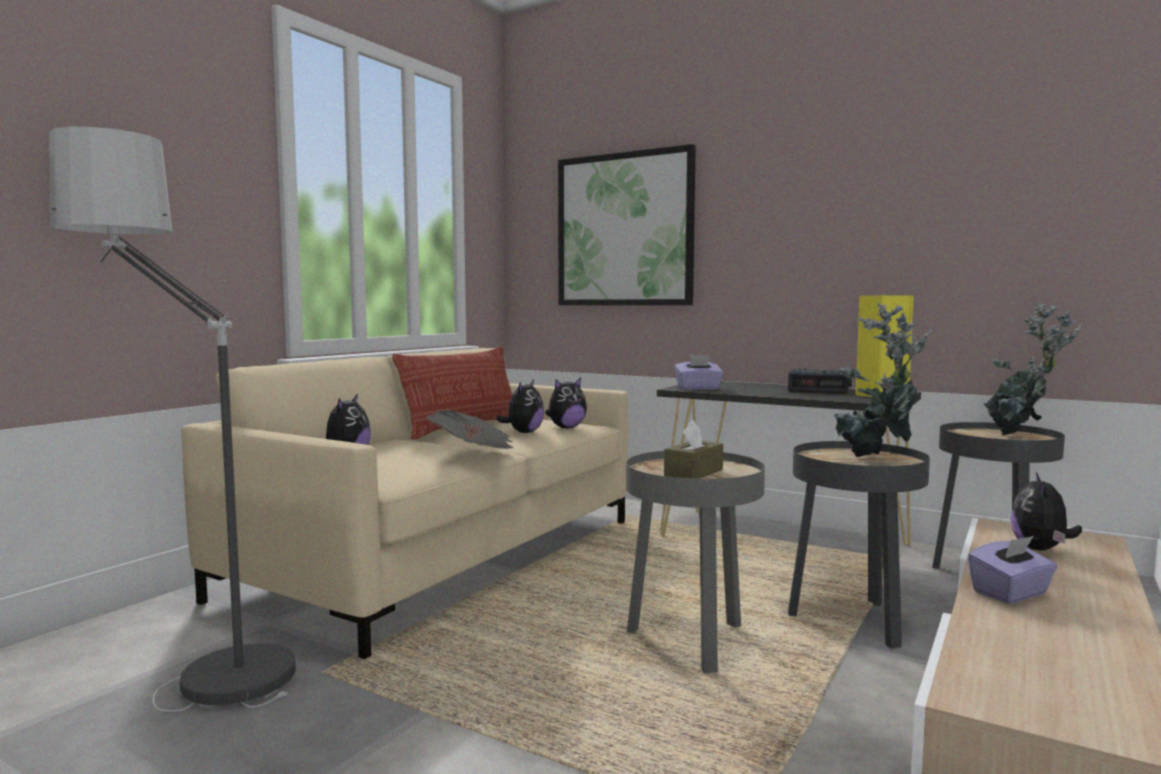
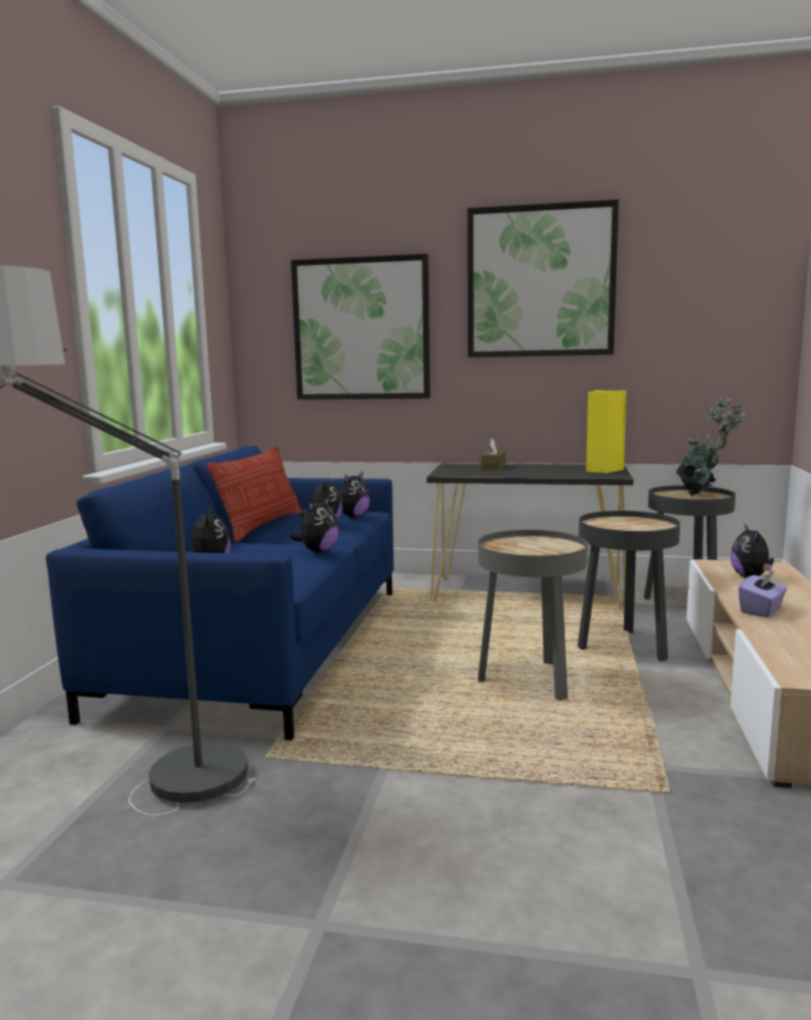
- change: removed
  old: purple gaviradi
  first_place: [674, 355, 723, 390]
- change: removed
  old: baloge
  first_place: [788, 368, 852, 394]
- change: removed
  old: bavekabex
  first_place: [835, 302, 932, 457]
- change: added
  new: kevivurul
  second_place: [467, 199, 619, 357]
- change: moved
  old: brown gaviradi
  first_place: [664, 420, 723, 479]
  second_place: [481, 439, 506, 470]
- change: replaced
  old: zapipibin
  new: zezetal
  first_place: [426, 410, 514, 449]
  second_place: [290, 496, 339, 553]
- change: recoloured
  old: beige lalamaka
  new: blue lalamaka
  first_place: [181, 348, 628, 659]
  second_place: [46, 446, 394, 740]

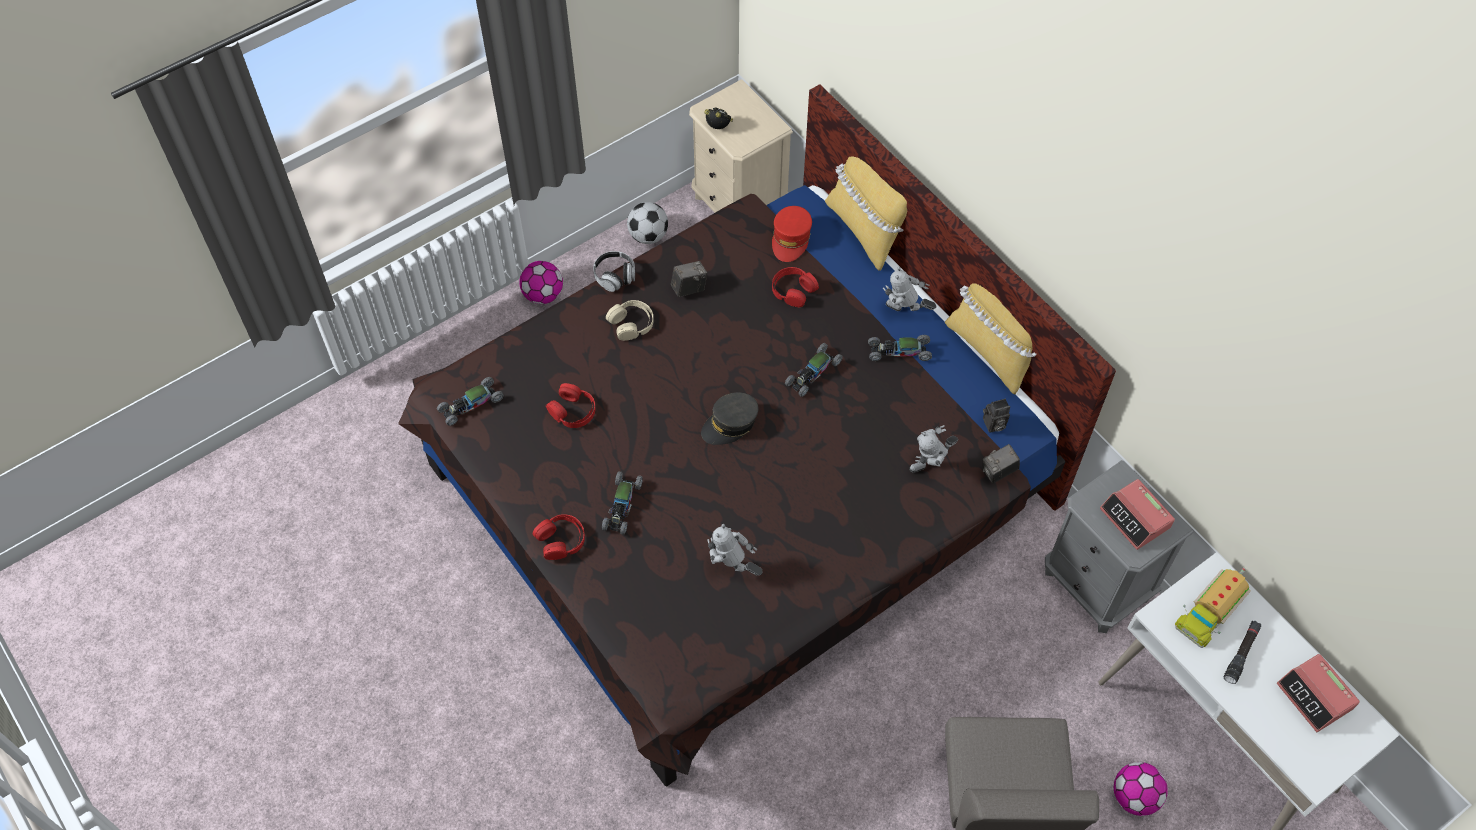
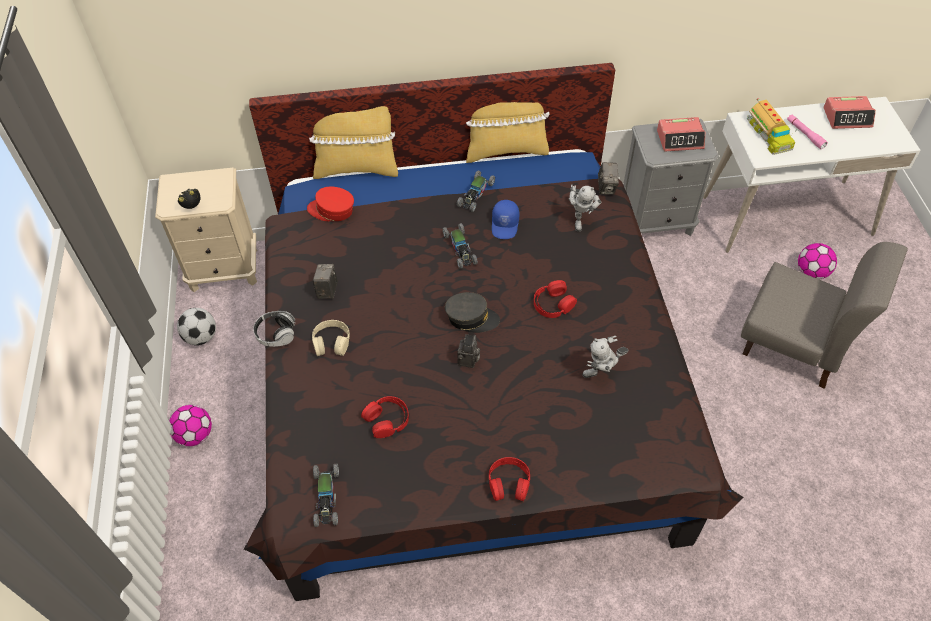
- change: removed
  old: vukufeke
  first_place: [602, 471, 643, 535]
- change: removed
  old: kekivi
  first_place: [883, 267, 936, 311]
- change: added
  new: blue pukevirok
  second_place: [492, 200, 519, 239]
- change: moved
  old: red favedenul
  first_place: [772, 267, 819, 307]
  second_place: [534, 280, 577, 318]
- change: moved
  old: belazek
  first_place: [983, 399, 1010, 432]
  second_place: [457, 334, 480, 368]
- change: recoloured
  old: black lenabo
  new: pink lenabo
  first_place: [1224, 621, 1261, 684]
  second_place: [787, 115, 828, 149]
- change: turned
  old: grey pukevirok
  first_place: [701, 392, 759, 445]
  second_place: [445, 292, 500, 333]
  degrees: -75
- change: turned
  old: red pukevirok
  first_place: [772, 206, 812, 262]
  second_place: [307, 187, 354, 221]
  degrees: 150

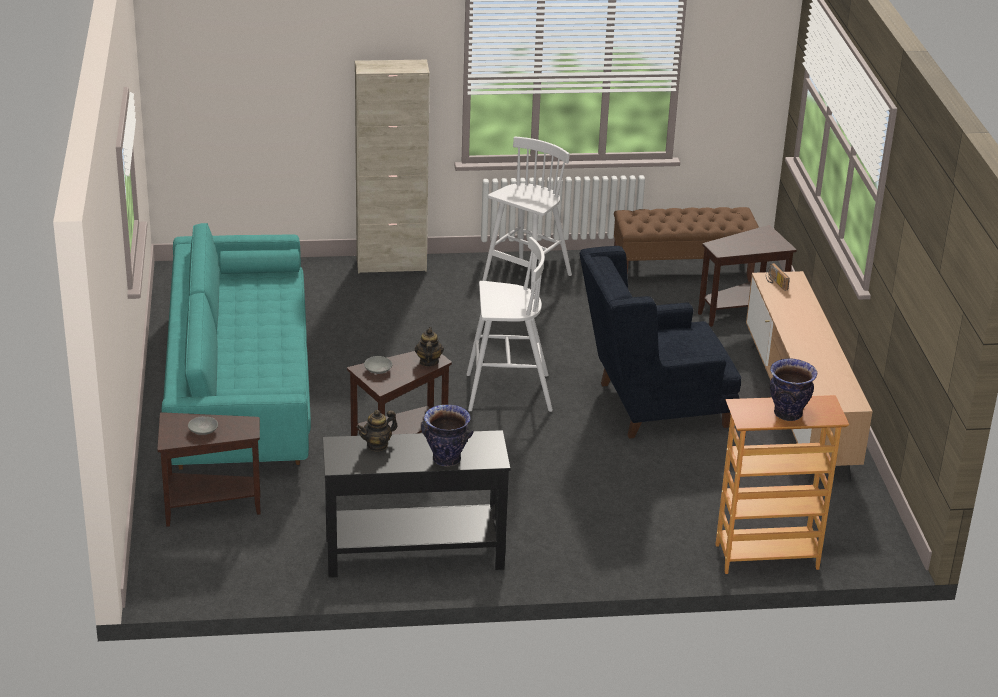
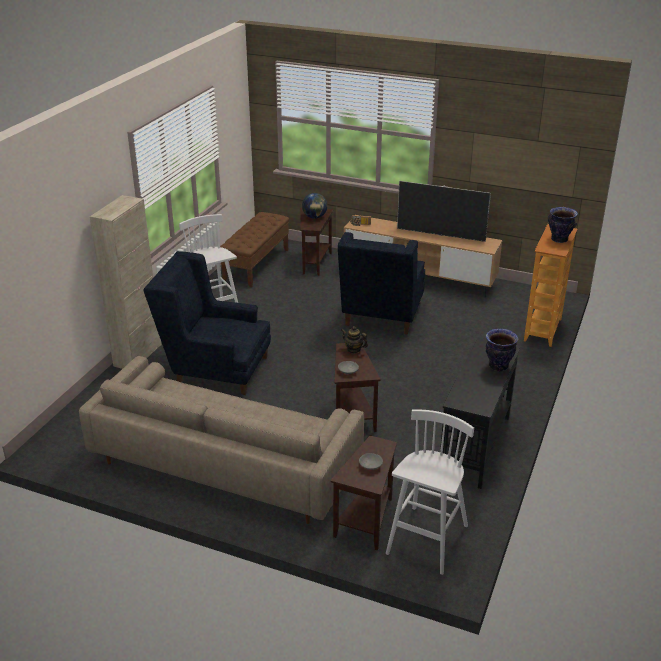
- change: removed
  old: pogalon
  first_place: [357, 410, 398, 452]
- change: added
  new: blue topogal
  second_place: [143, 251, 271, 395]
- change: added
  new: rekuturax
  second_place: [302, 193, 327, 219]
- change: added
  new: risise
  second_place: [397, 181, 491, 242]
- change: moved
  old: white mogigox
  first_place: [466, 237, 553, 412]
  second_place: [386, 409, 474, 575]
- change: recoloured
  old: turquoise lalamaka
  new: beige lalamaka
  first_place: [161, 223, 311, 470]
  second_place: [79, 356, 364, 524]

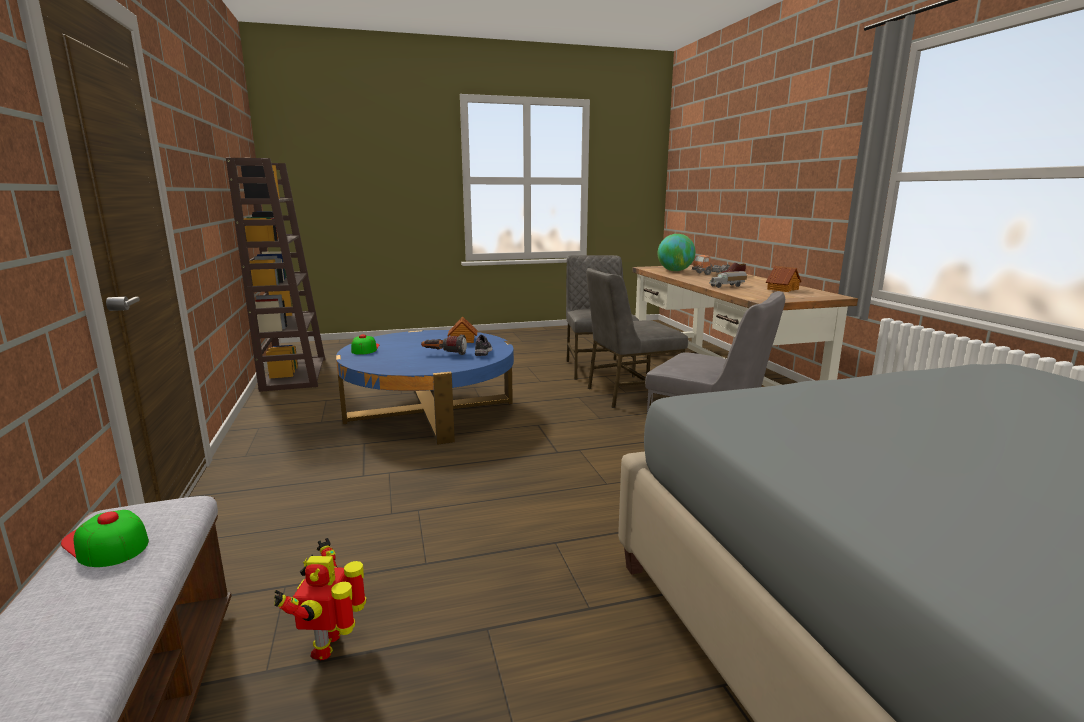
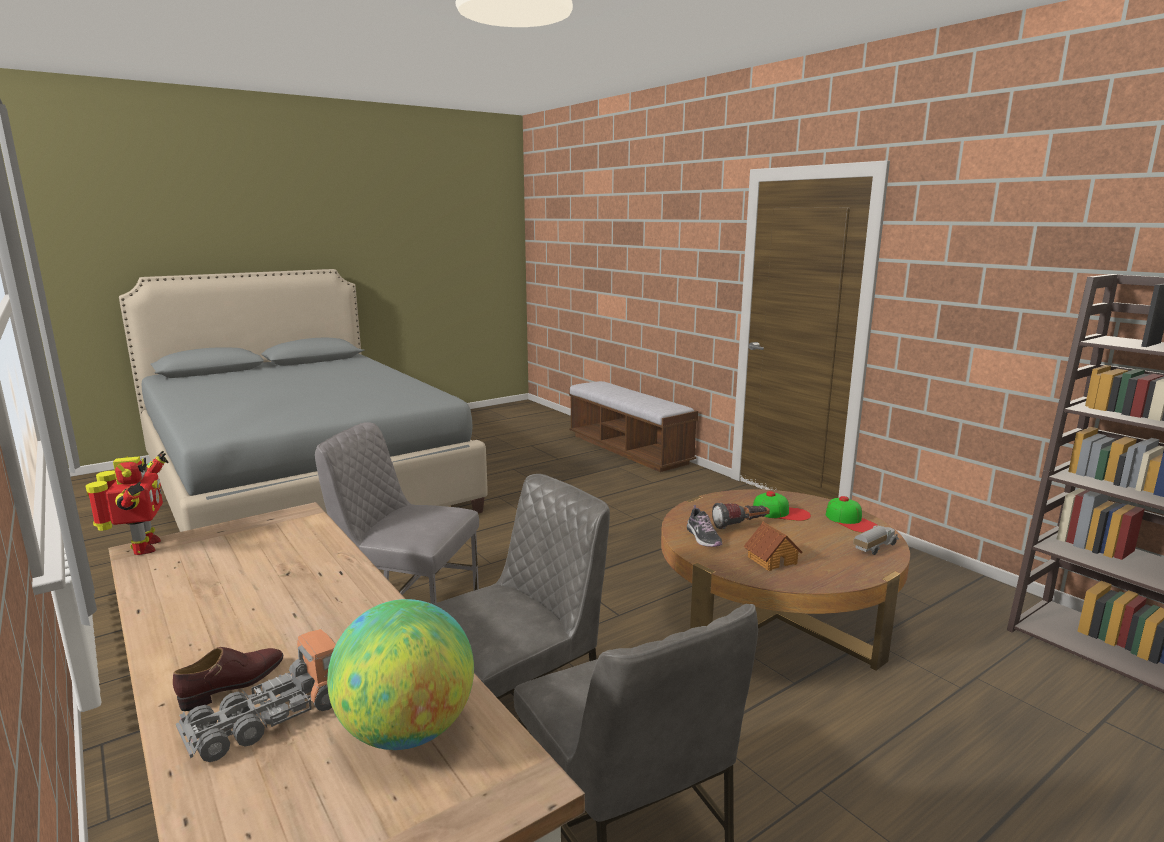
- change: removed
  old: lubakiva
  first_place: [766, 266, 802, 292]
- change: moved
  old: pukevirok
  first_place: [61, 510, 149, 567]
  second_place: [753, 491, 811, 521]
- change: moved
  old: kekivi
  first_place: [274, 538, 366, 660]
  second_place: [86, 451, 168, 555]
- change: moved
  old: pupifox
  first_place: [709, 271, 747, 288]
  second_place: [853, 525, 899, 555]
- change: recoloured
  old: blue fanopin
  new: brown fanopin
  first_place: [336, 330, 514, 445]
  second_place: [661, 489, 910, 671]

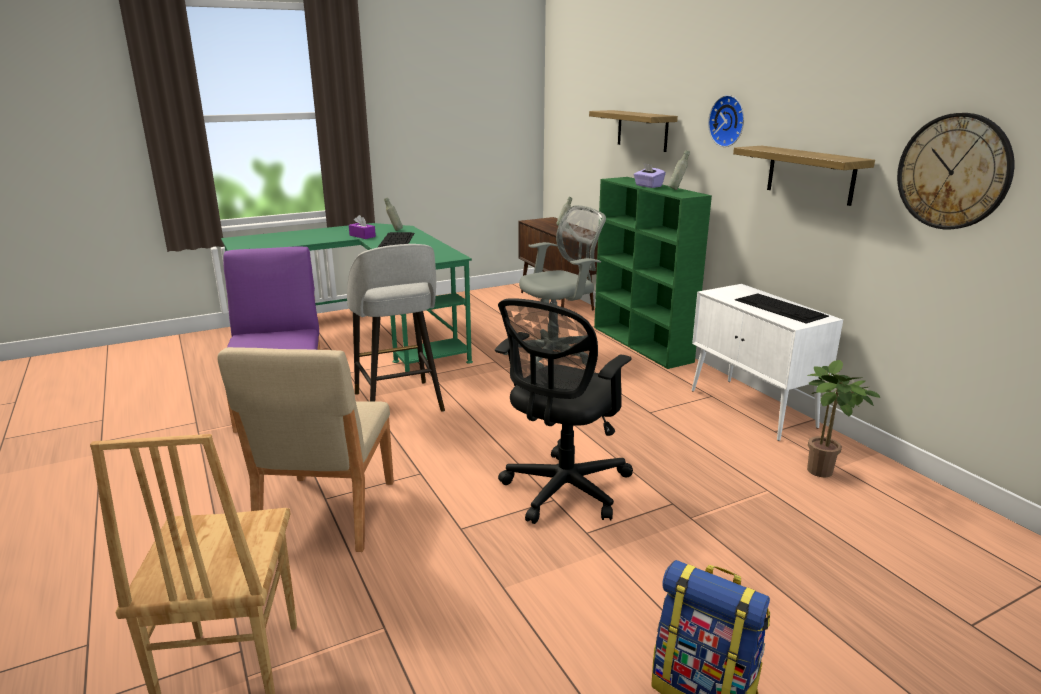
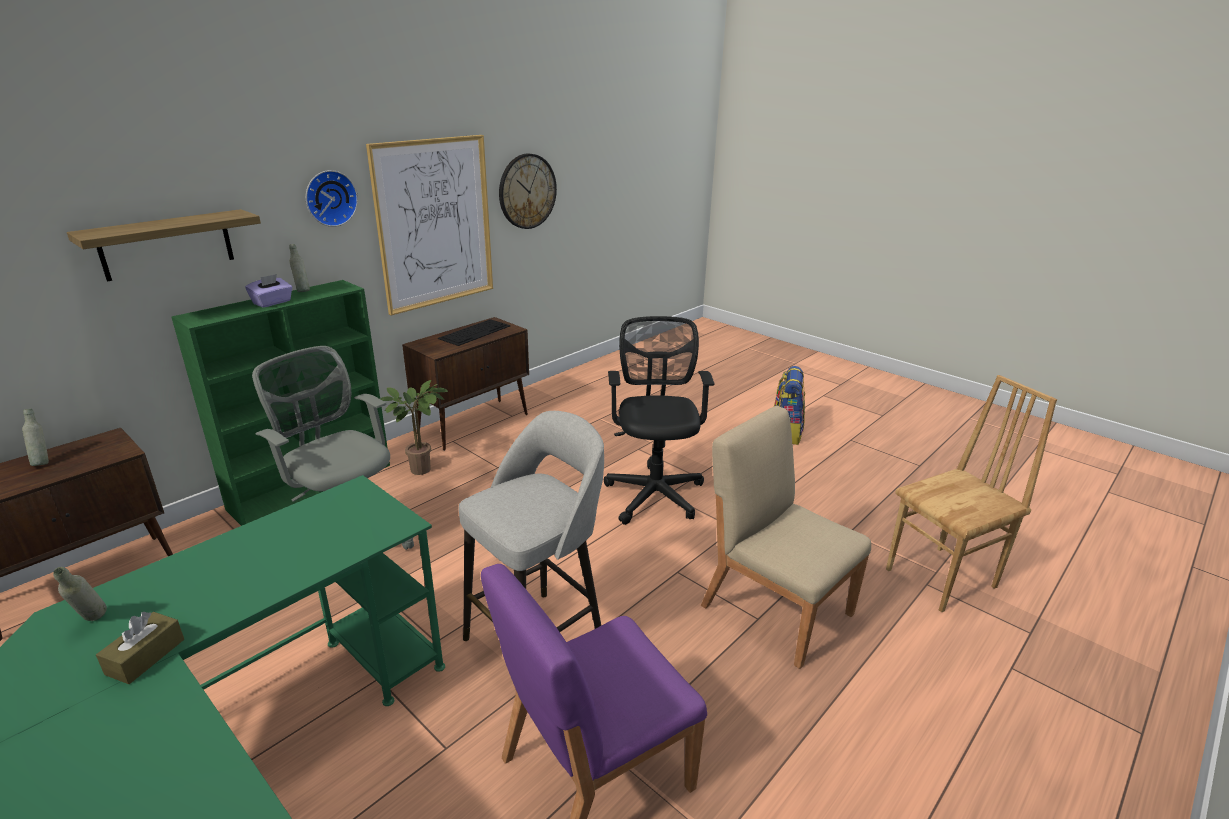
- change: removed
  old: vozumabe
  first_place: [377, 232, 415, 248]
- change: moved
  old: bavekabex
  first_place: [807, 360, 880, 478]
  second_place: [380, 380, 448, 475]
- change: replaced
  old: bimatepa
  new: kevivurul
  first_place: [733, 146, 875, 206]
  second_place: [366, 135, 493, 316]
- change: recoloured
  old: purple gaviradi
  new: brown gaviradi
  first_place: [349, 215, 376, 239]
  second_place: [96, 612, 184, 684]
- change: recoloured
  old: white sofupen
  new: brown sofupen
  first_place: [692, 284, 843, 441]
  second_place: [402, 317, 529, 451]
- change: turned
  old: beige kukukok
  first_place: [217, 347, 394, 552]
  second_place: [701, 406, 871, 669]
  degrees: -120
- change: turned
  old: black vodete
  first_place: [495, 298, 633, 524]
  second_place: [604, 316, 714, 525]
  degrees: -105

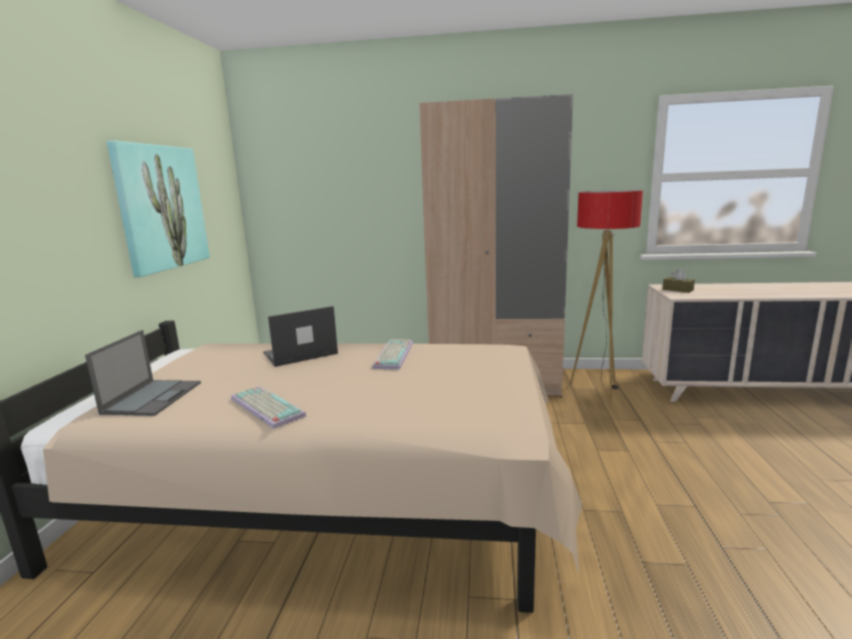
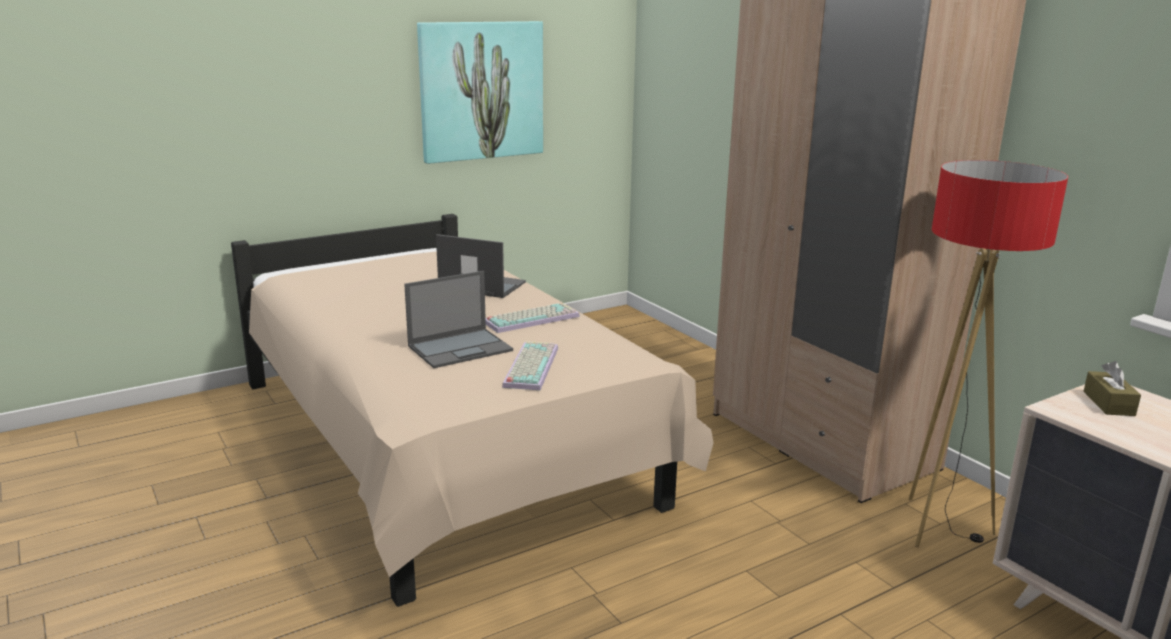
- change: moved
  old: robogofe
  first_place: [85, 330, 201, 416]
  second_place: [404, 271, 513, 368]
- change: moved
  old: vozumabe
  first_place: [231, 385, 306, 429]
  second_place: [502, 341, 558, 390]

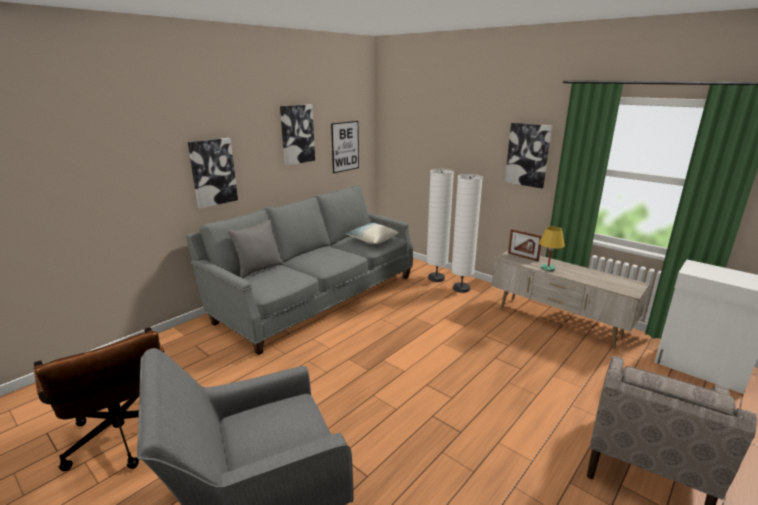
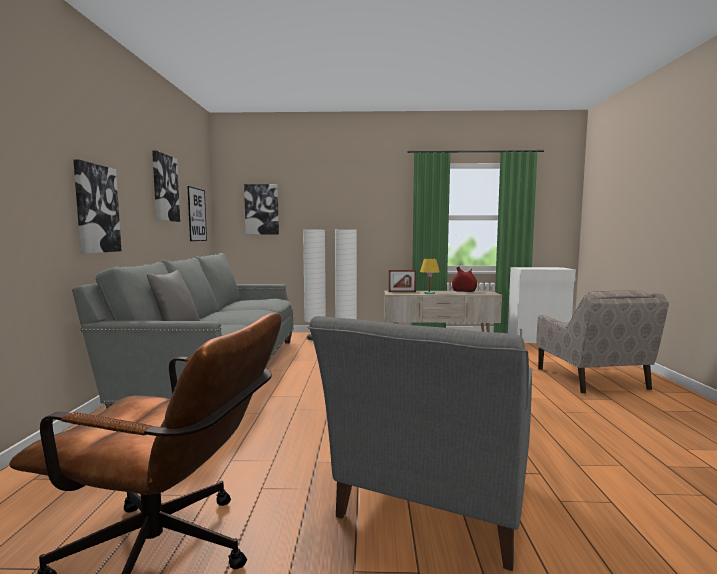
- change: removed
  old: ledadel
  first_place: [345, 223, 399, 244]
- change: added
  new: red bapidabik
  second_place: [452, 266, 477, 292]
- change: moved
  old: kevivurul
  first_place: [505, 123, 552, 188]
  second_place: [244, 184, 279, 234]

